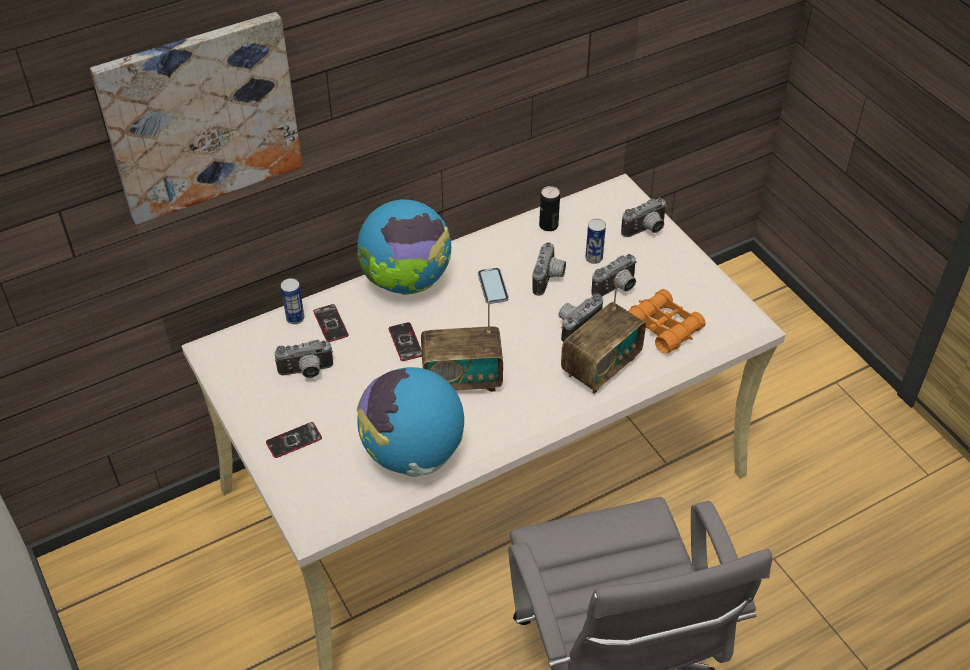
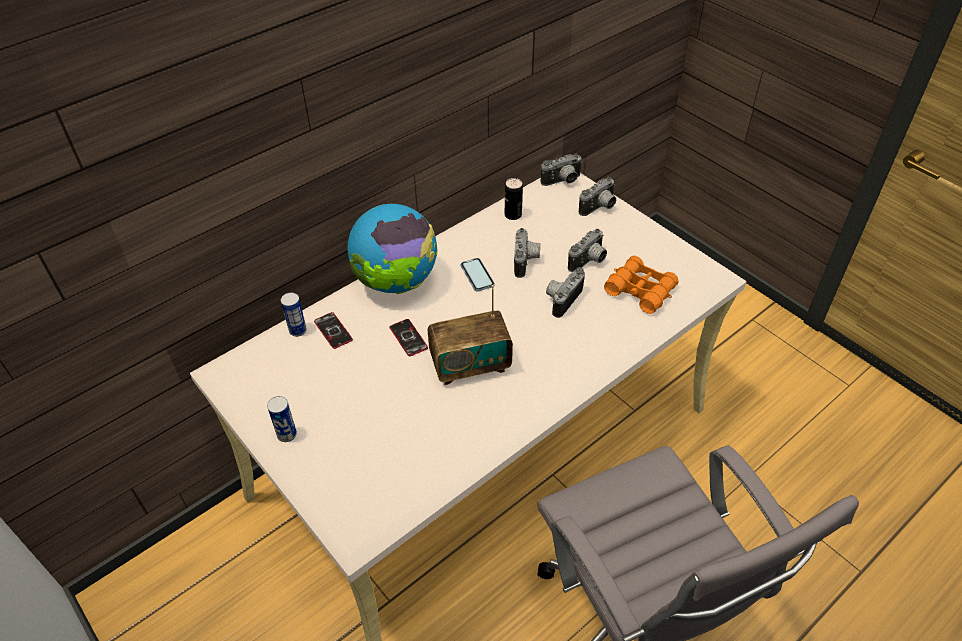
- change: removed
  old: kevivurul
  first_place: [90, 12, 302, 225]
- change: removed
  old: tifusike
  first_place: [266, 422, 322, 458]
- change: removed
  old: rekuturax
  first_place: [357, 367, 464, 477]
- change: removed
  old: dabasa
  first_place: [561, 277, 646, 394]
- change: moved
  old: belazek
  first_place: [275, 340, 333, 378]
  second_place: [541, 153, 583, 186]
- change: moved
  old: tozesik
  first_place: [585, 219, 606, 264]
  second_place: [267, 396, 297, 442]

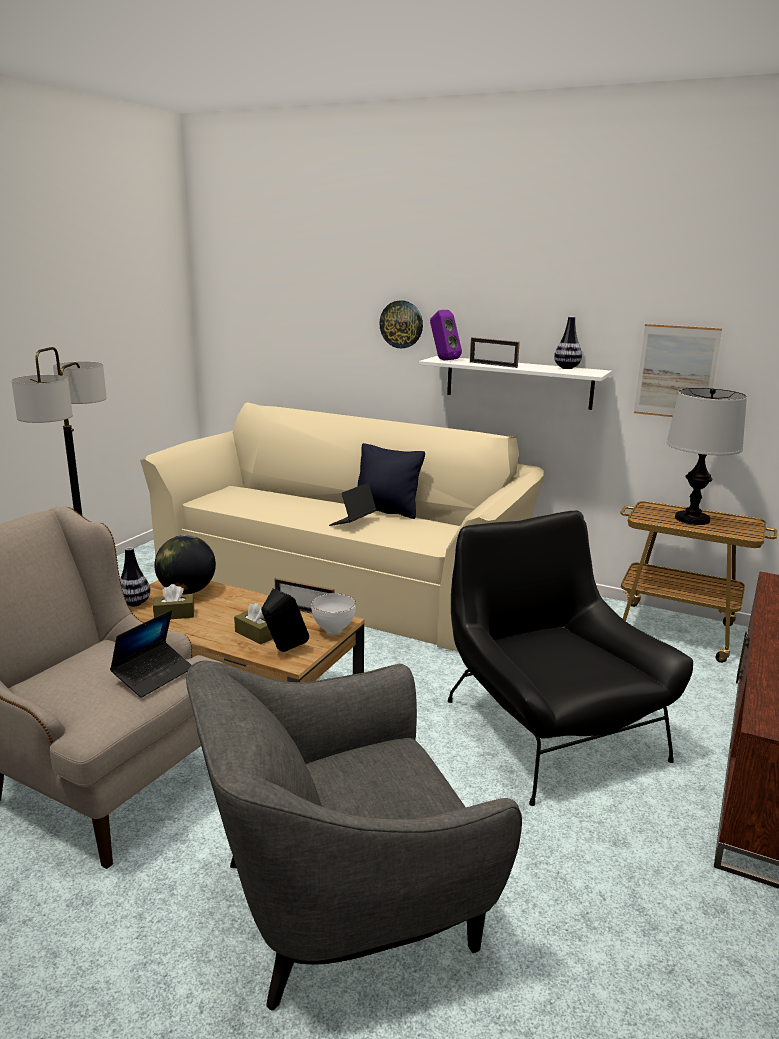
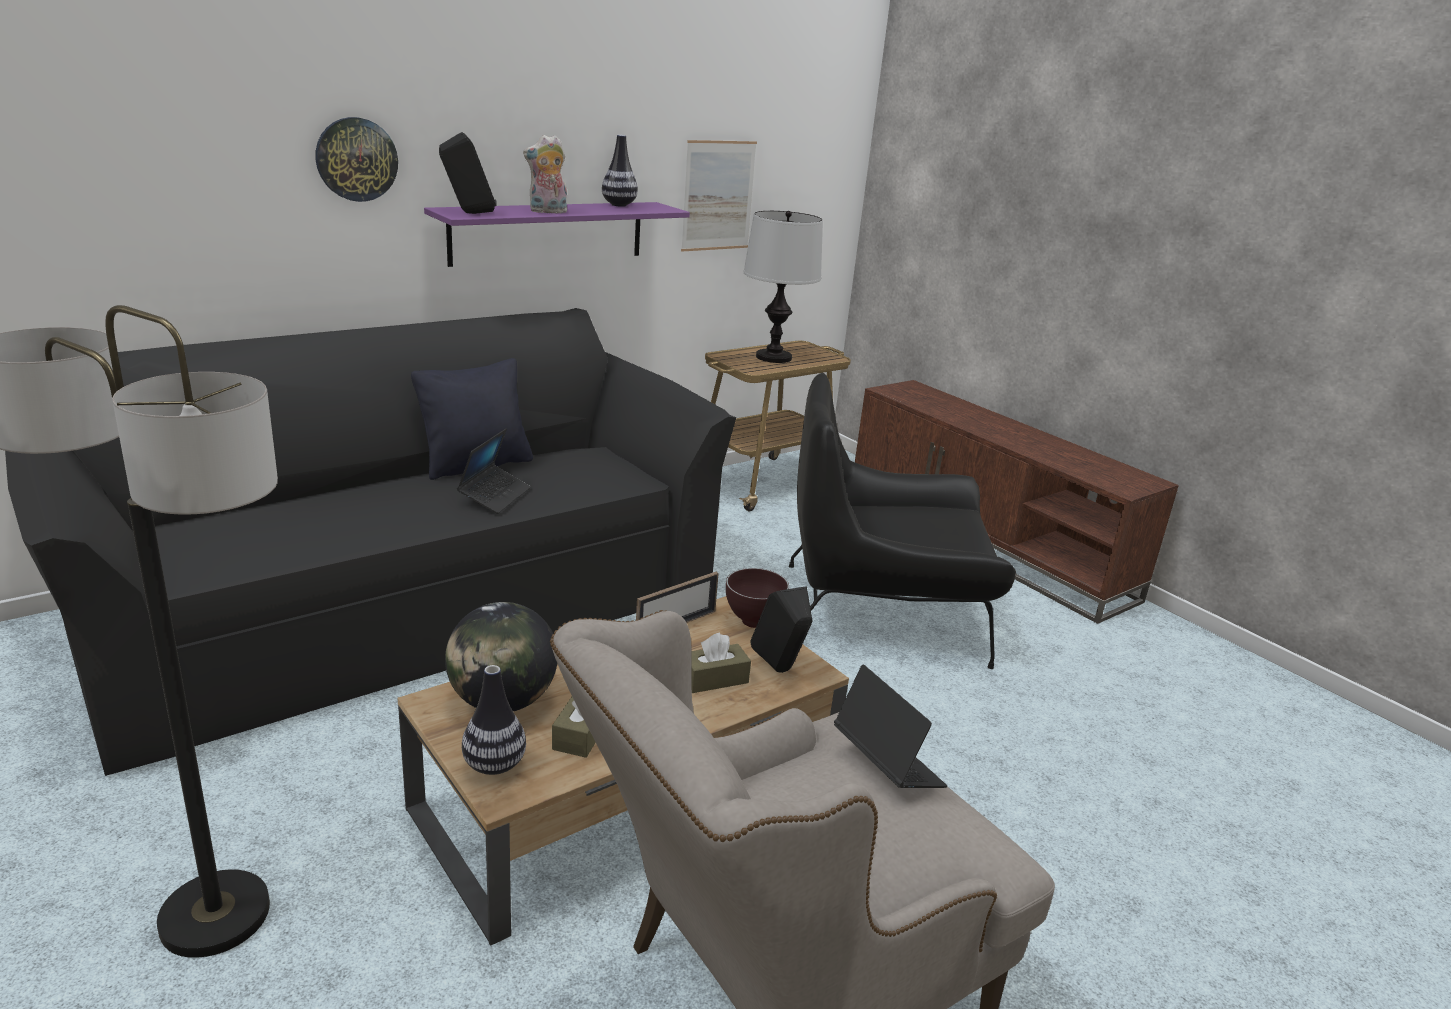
- change: removed
  old: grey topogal
  first_place: [186, 660, 522, 1011]
- change: replaced
  old: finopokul
  new: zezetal
  first_place: [470, 337, 520, 368]
  second_place: [523, 135, 567, 213]
- change: recoloured
  old: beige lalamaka
  new: black lalamaka
  first_place: [140, 402, 544, 651]
  second_place: [5, 308, 736, 776]
- change: recoloured
  old: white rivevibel
  new: brown rivevibel
  first_place: [311, 593, 356, 635]
  second_place: [726, 568, 789, 628]
- change: recoloured
  old: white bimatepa
  new: purple bimatepa
  first_place: [419, 356, 612, 410]
  second_place: [424, 202, 690, 267]
- change: recoloured
  old: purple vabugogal
  new: black vabugogal
  first_place: [430, 310, 462, 360]
  second_place: [439, 132, 497, 214]
- change: turned
  old: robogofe
  first_place: [329, 483, 377, 526]
  second_place: [457, 429, 531, 514]
  degrees: -135

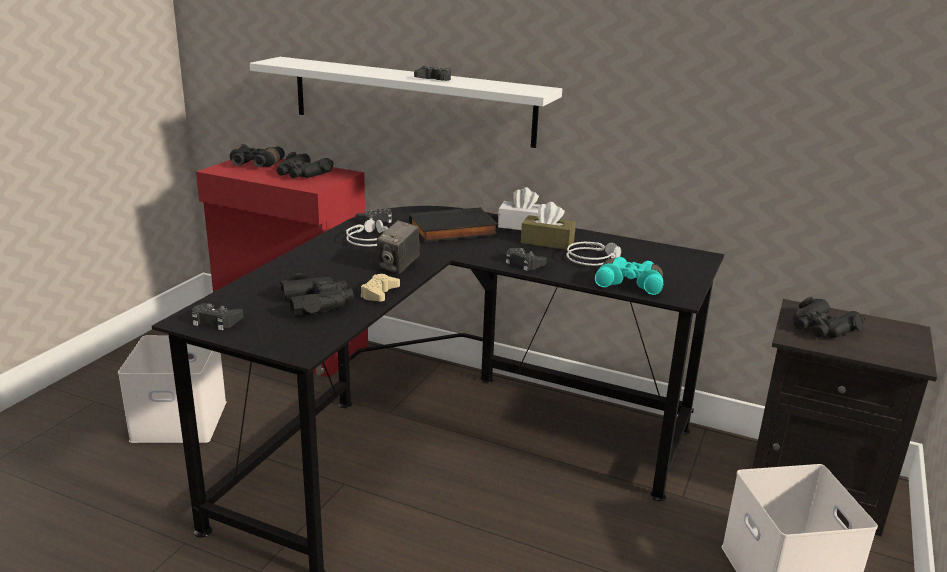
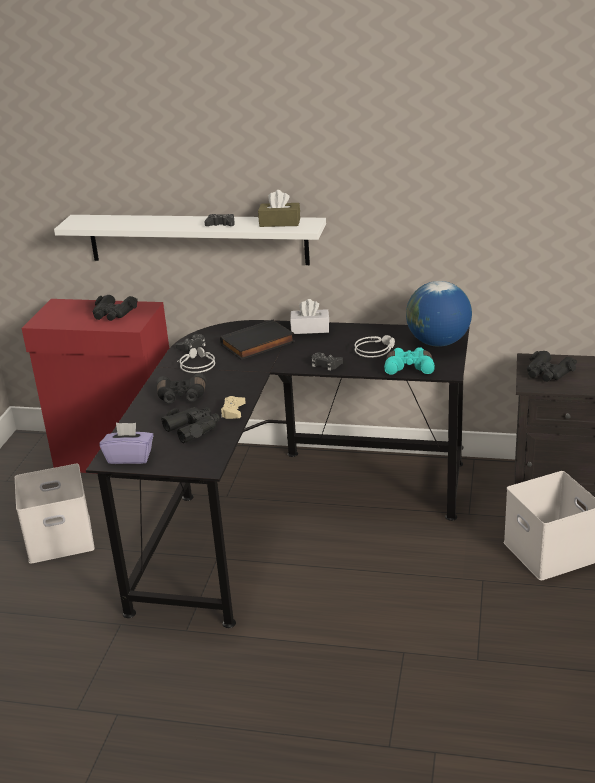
- change: removed
  old: belazek
  first_place: [377, 220, 420, 274]
- change: added
  new: rekuturax
  second_place: [406, 281, 472, 347]
- change: moved
  old: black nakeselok
  first_place: [230, 144, 285, 167]
  second_place: [156, 373, 206, 404]
- change: moved
  old: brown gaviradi
  first_place: [521, 202, 576, 250]
  second_place: [258, 190, 300, 227]
- change: replaced
  old: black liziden
  new: purple gaviradi
  first_place: [192, 303, 244, 330]
  second_place: [99, 423, 154, 464]

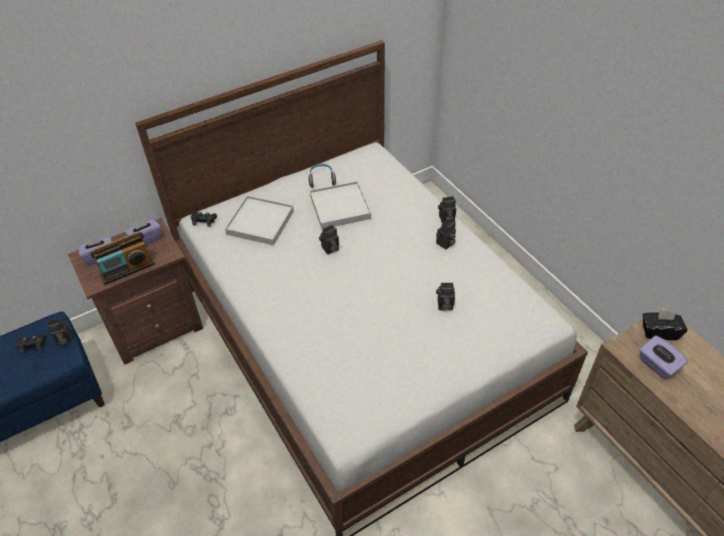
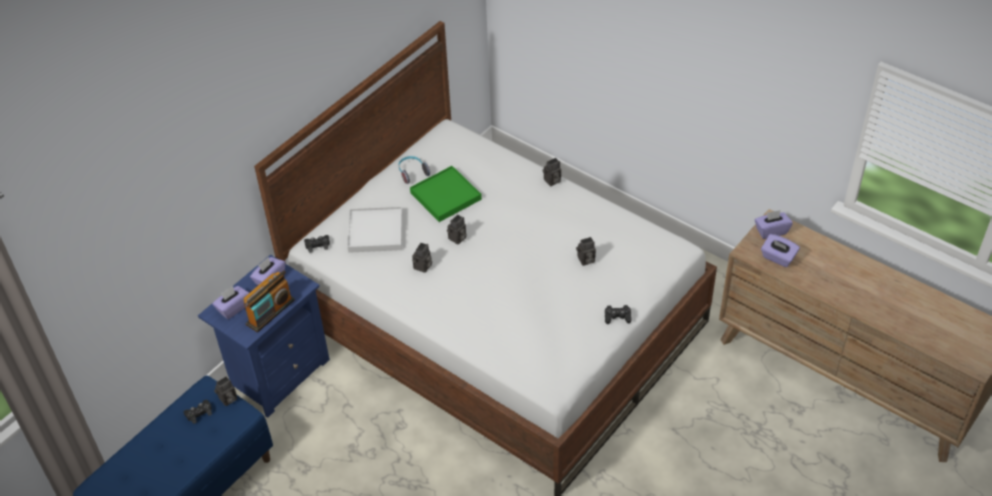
- change: added
  new: black liziden
  second_place: [605, 305, 632, 324]
- change: moved
  old: belazek
  first_place: [436, 219, 456, 249]
  second_place: [412, 243, 432, 273]
- change: recoloured
  old: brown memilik
  new: blue memilik
  first_place: [68, 218, 203, 365]
  second_place: [198, 254, 330, 418]
- change: recoloured
  old: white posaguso
  new: green posaguso
  first_place: [310, 181, 371, 229]
  second_place: [410, 166, 482, 222]
- change: recoloured
  old: black gaviradi
  new: purple gaviradi
  first_place: [643, 310, 688, 340]
  second_place: [755, 210, 793, 239]

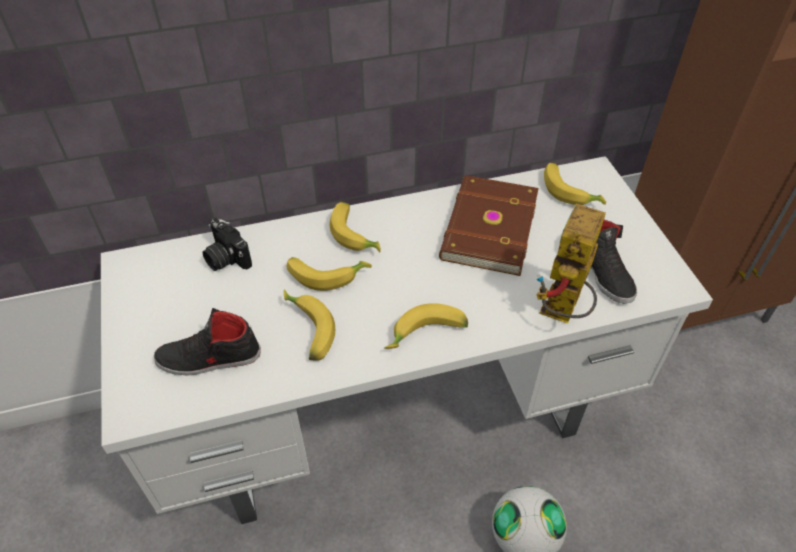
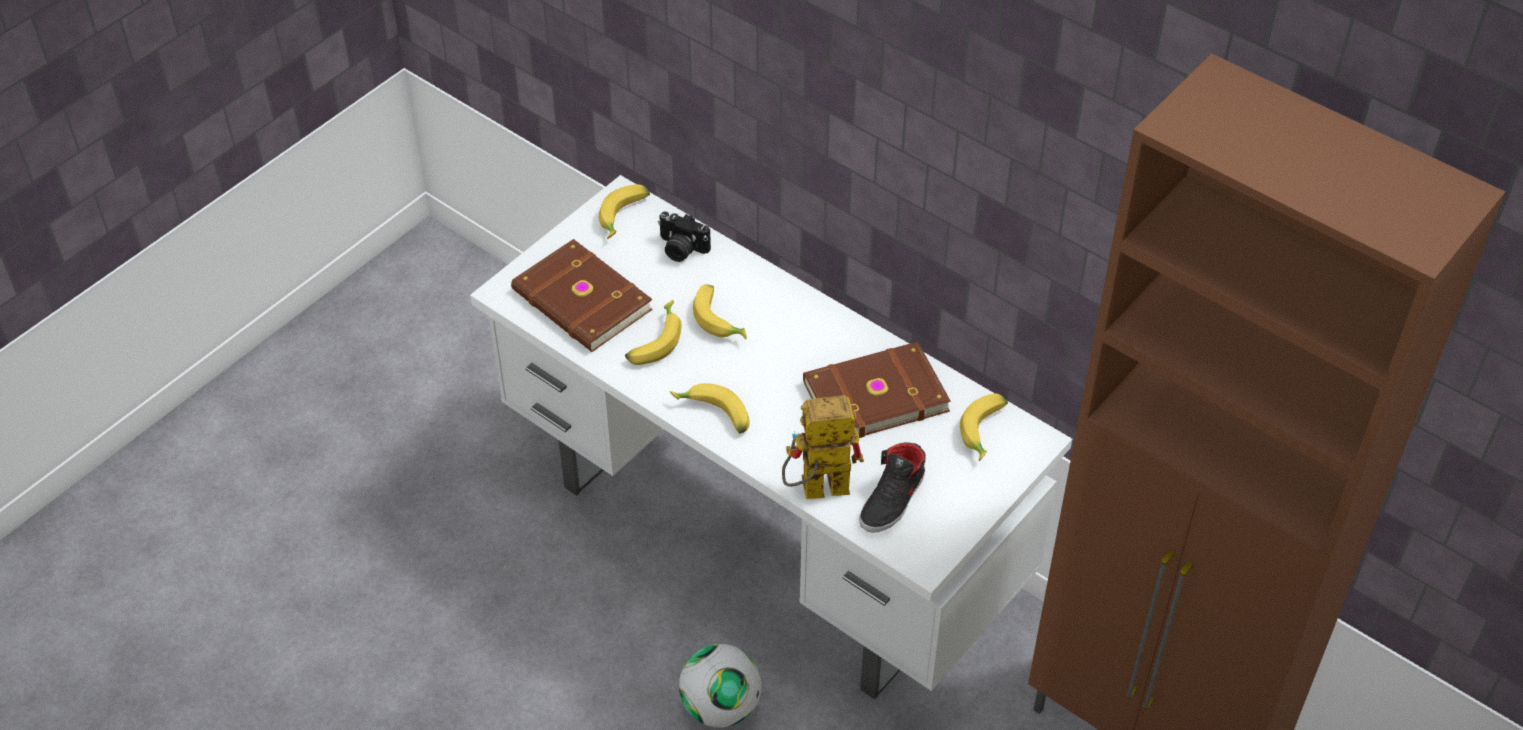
- change: moved
  old: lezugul
  first_place: [330, 202, 381, 252]
  second_place: [599, 184, 650, 239]
- change: replaced
  old: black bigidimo
  new: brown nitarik
  first_place: [154, 308, 261, 375]
  second_place: [511, 239, 653, 352]
- change: turned
  old: belazek
  first_place: [203, 218, 252, 271]
  second_place: [658, 211, 711, 262]
  degrees: -75

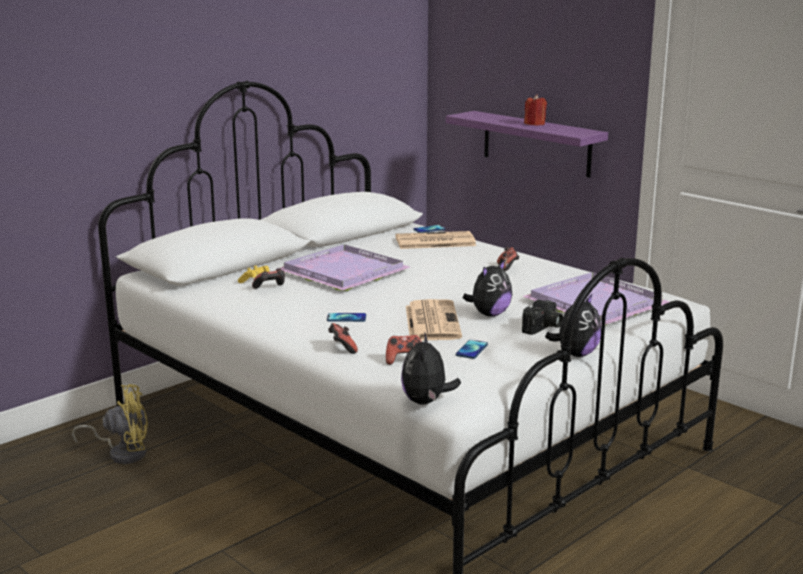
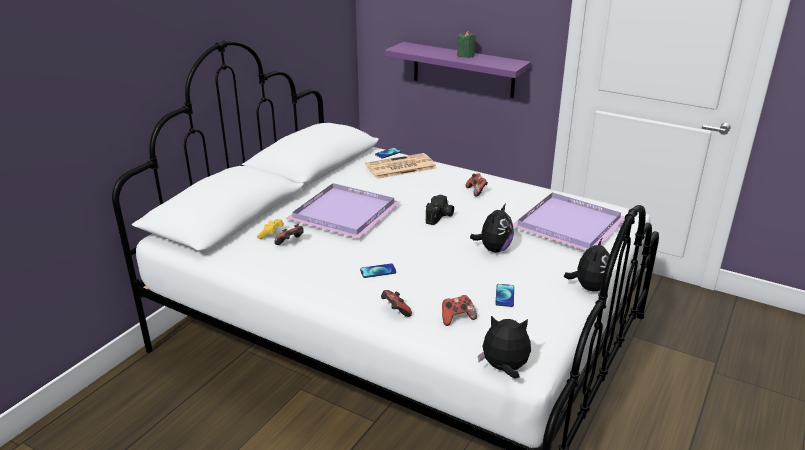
- change: removed
  old: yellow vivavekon
  first_place: [72, 384, 148, 464]
- change: removed
  old: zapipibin
  first_place: [406, 299, 462, 340]
- change: moved
  old: belazek
  first_place: [522, 300, 563, 335]
  second_place: [426, 195, 454, 225]
- change: recoloured
  old: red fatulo
  new: green fatulo
  first_place: [524, 94, 547, 126]
  second_place: [457, 31, 476, 58]
- change: turned
  old: zezetal
  first_place: [401, 331, 461, 405]
  second_place: [478, 316, 531, 379]
  degrees: 105

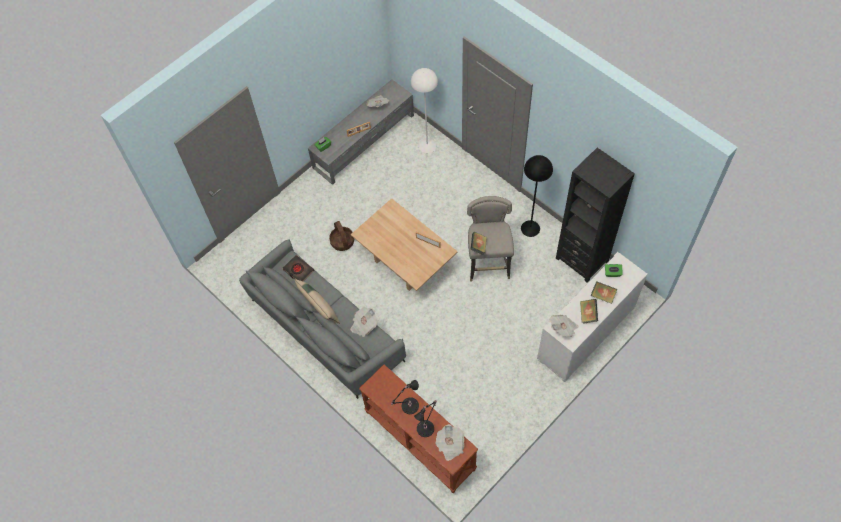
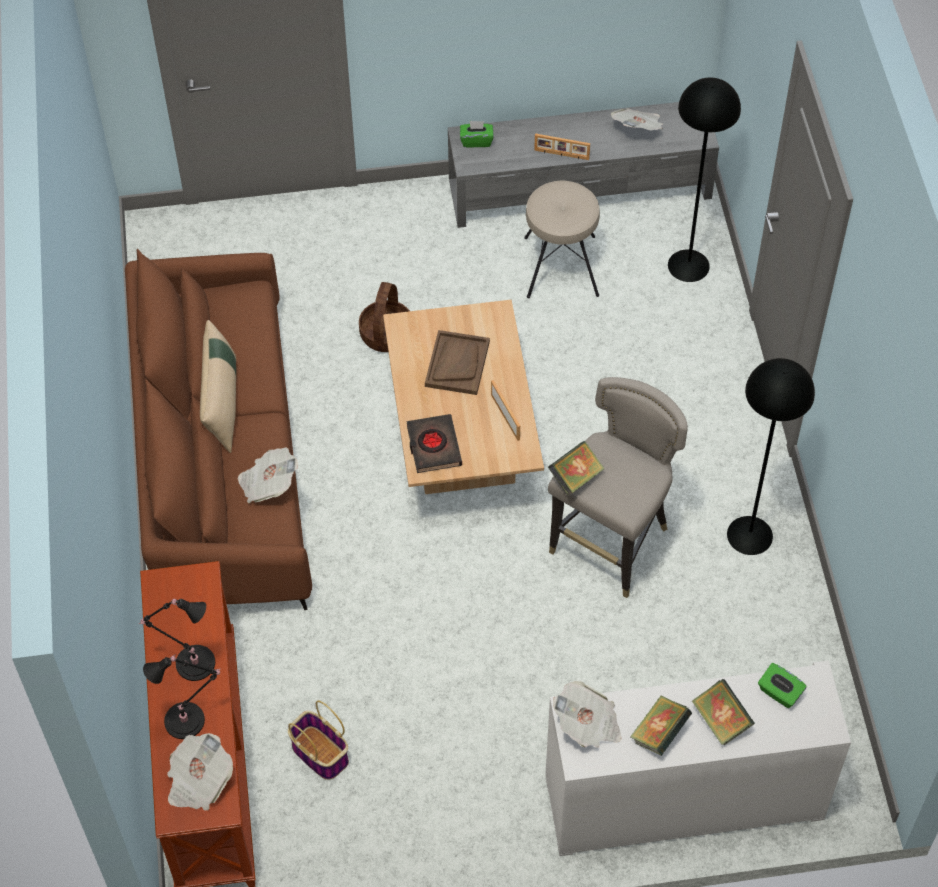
- change: removed
  old: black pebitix
  first_place: [556, 148, 635, 283]
- change: added
  new: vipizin
  second_place: [288, 700, 349, 780]
- change: added
  new: brown posaguso
  second_place: [425, 330, 490, 395]
- change: added
  new: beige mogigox
  second_place: [524, 180, 600, 298]
- change: moved
  old: black nitarik
  first_place: [283, 255, 314, 281]
  second_place: [407, 414, 462, 473]
- change: recoloured
  old: grey lalamaka
  new: brown lalamaka
  first_place: [239, 239, 406, 399]
  second_place: [125, 249, 312, 610]
- change: recoloured
  old: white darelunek
  new: black darelunek
  first_place: [411, 68, 438, 153]
  second_place: [668, 77, 741, 282]

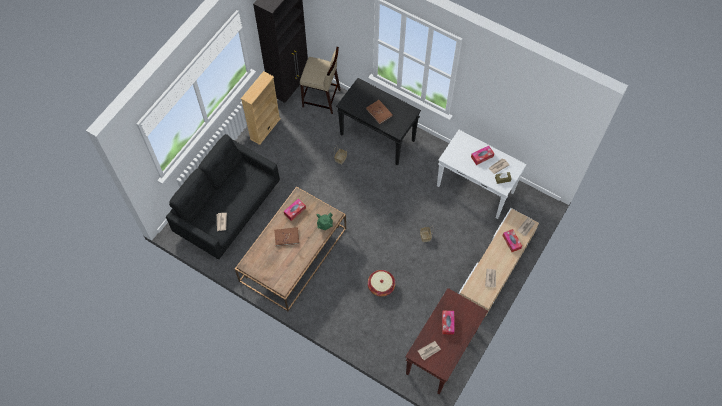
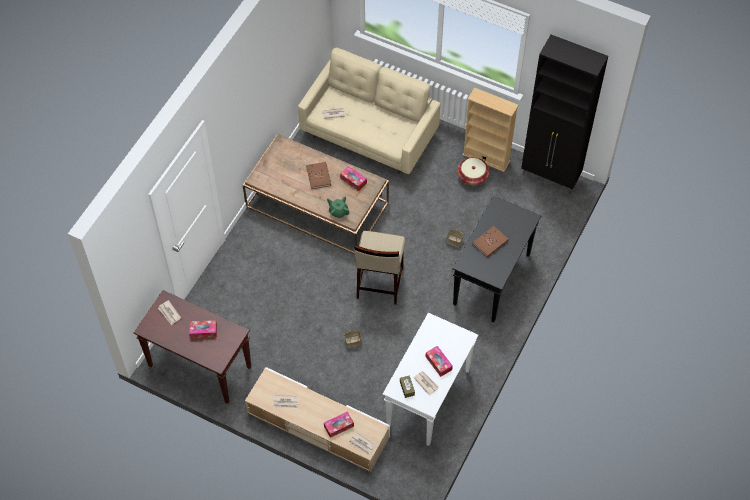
- change: moved
  old: beige mogigox
  first_place: [300, 47, 341, 114]
  second_place: [354, 231, 405, 305]
- change: moved
  old: vipizin
  first_place: [368, 270, 395, 297]
  second_place: [457, 157, 489, 186]
- change: recoloured
  old: black lalamaka
  new: beige lalamaka
  first_place: [166, 134, 280, 259]
  second_place: [298, 47, 440, 174]

